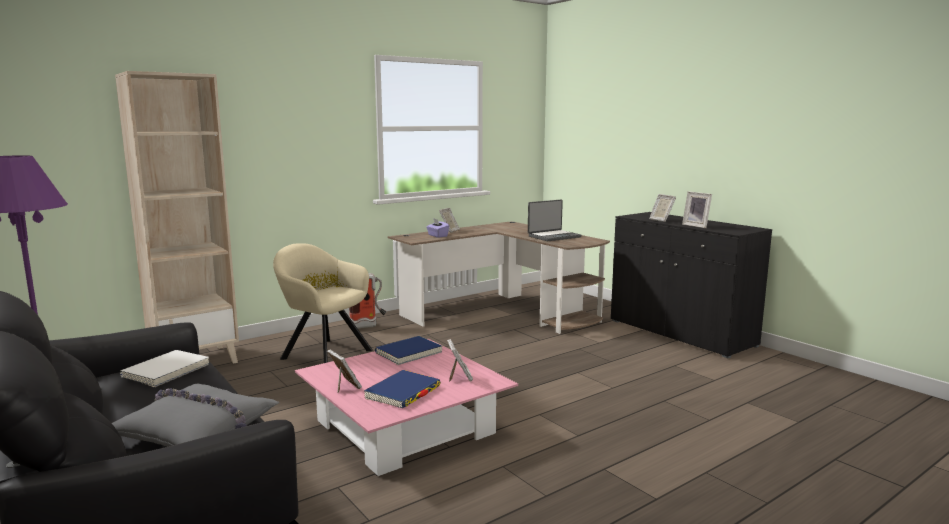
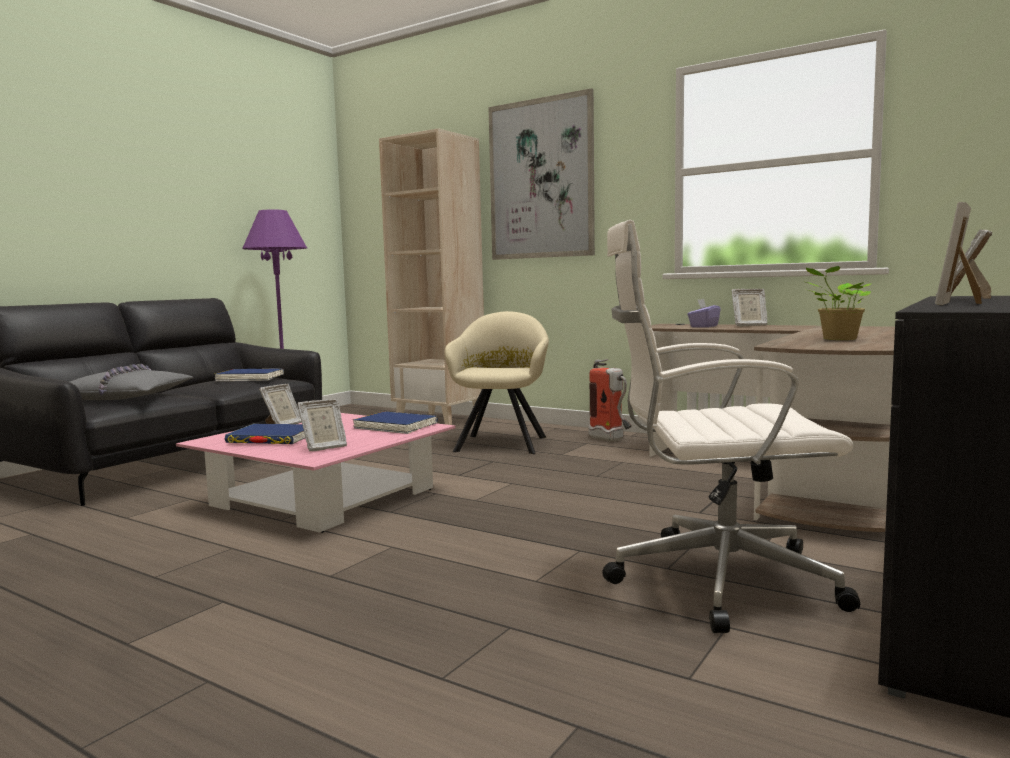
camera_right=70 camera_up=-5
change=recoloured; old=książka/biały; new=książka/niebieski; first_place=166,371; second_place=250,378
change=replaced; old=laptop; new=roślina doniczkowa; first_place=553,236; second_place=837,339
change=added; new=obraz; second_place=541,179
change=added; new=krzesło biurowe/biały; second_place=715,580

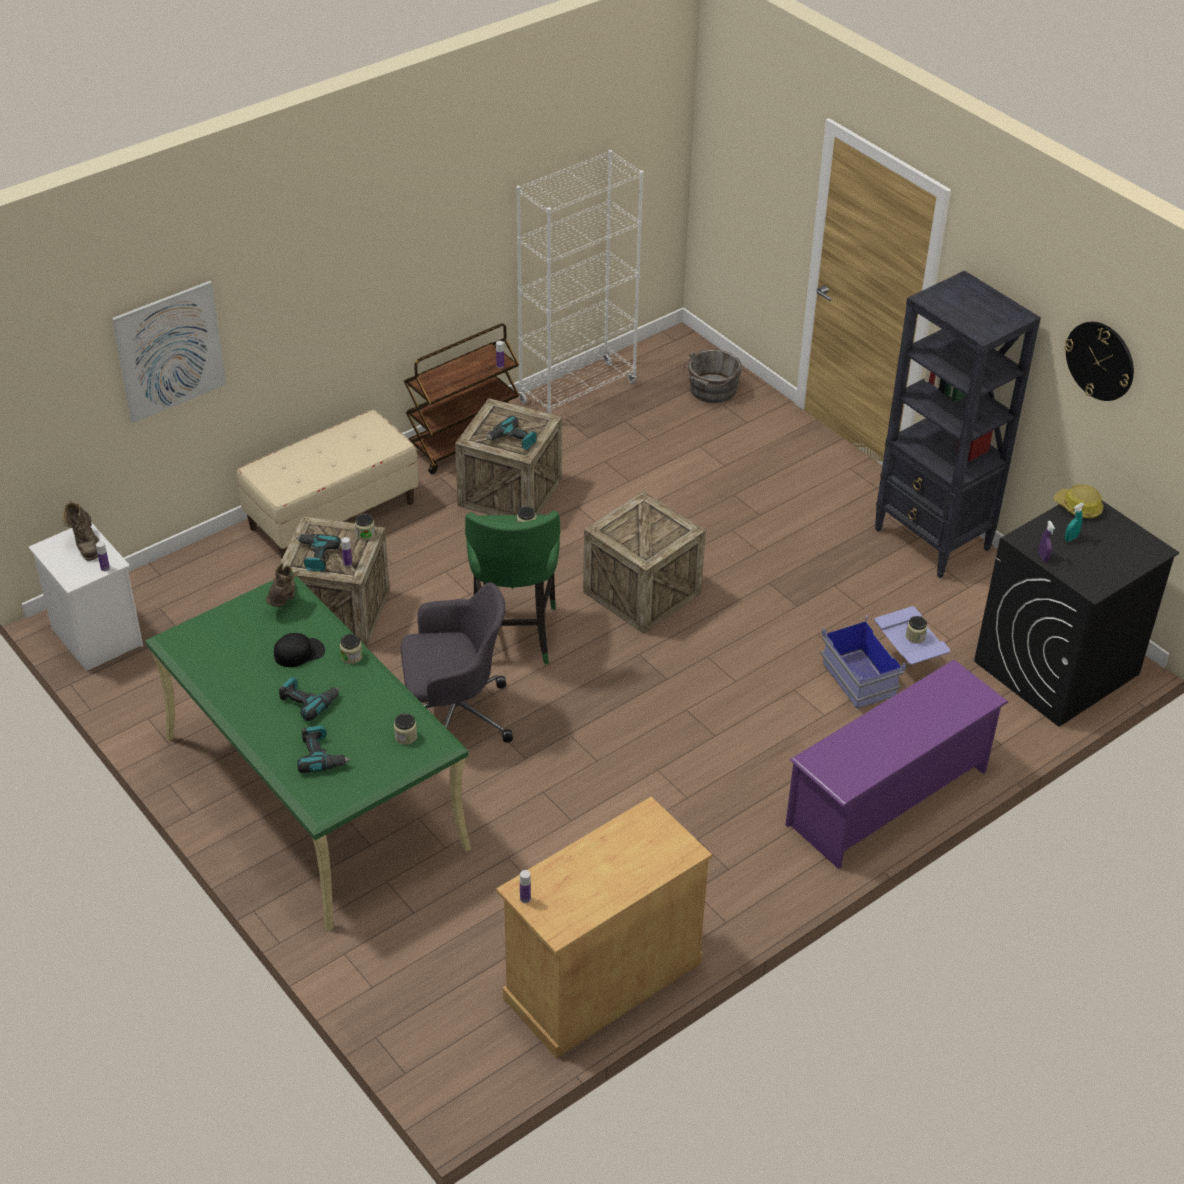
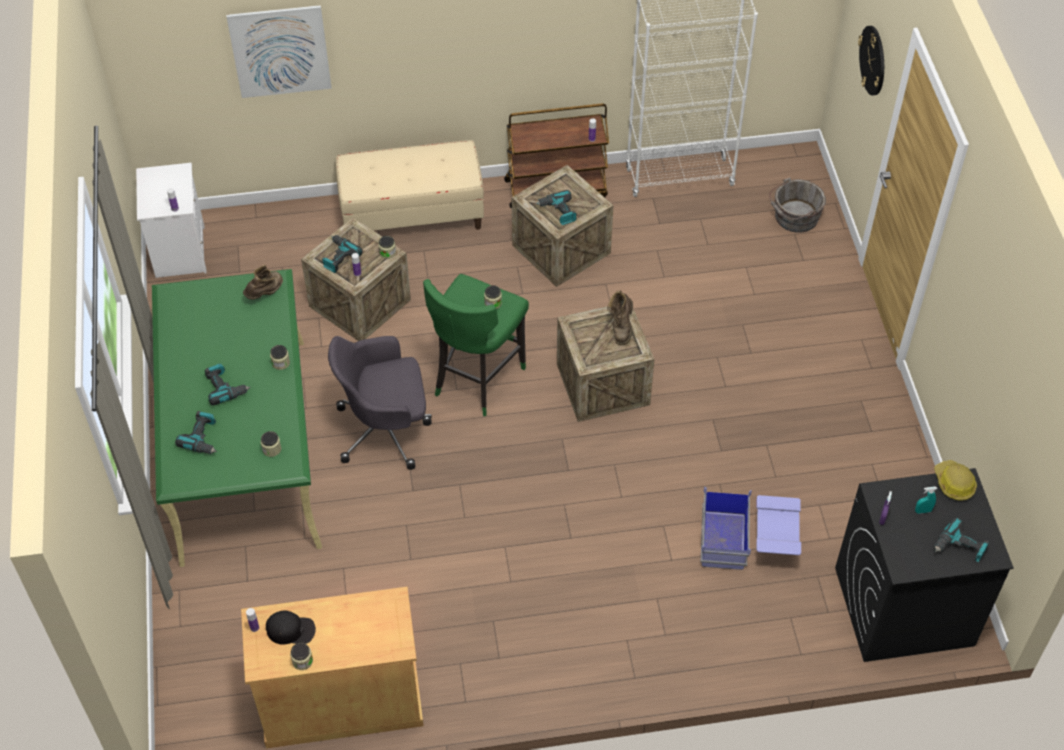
camera_right=30 camera_up=10
change=moved; old=but z cholewką/brązowy; first_place=86,545; second_place=621,327
change=moved; old=czapka z daszkiem/czarny; first_place=299,652; second_place=291,630
change=turned; old=krzesło biurowe/szary; first_place=454,715; second_place=385,429; degrees=150
change=removed; old=regał na buty/fioletowy; first_place=888,798
change=removed; old=regał/czarny; first_place=932,540
change=moved; old=słoik; first_place=915,637; second_place=302,661
change=moved; old=zegar ścienny; first_place=1100,360; second_place=873,60
change=added; new=wiertarka; second_place=959,548

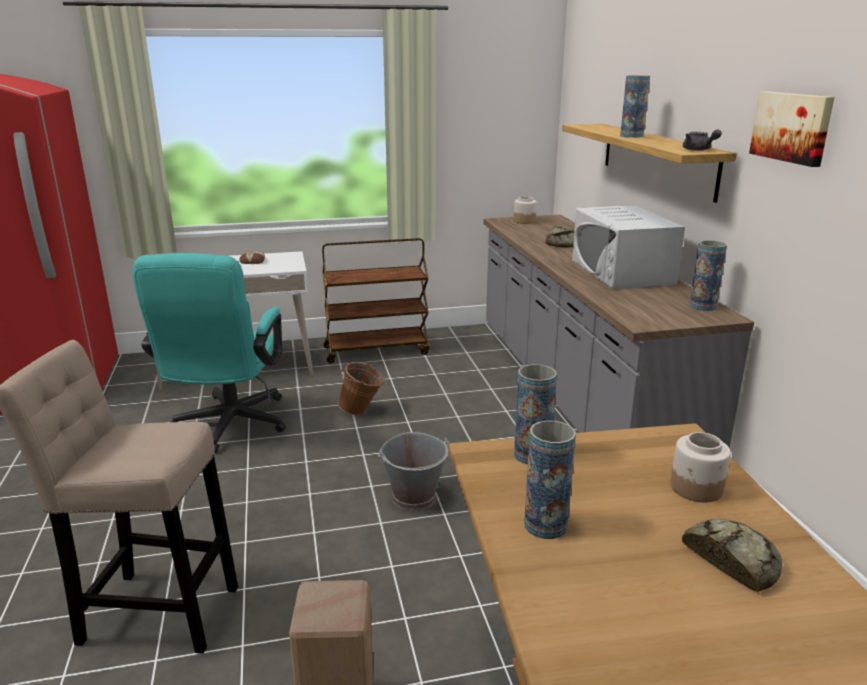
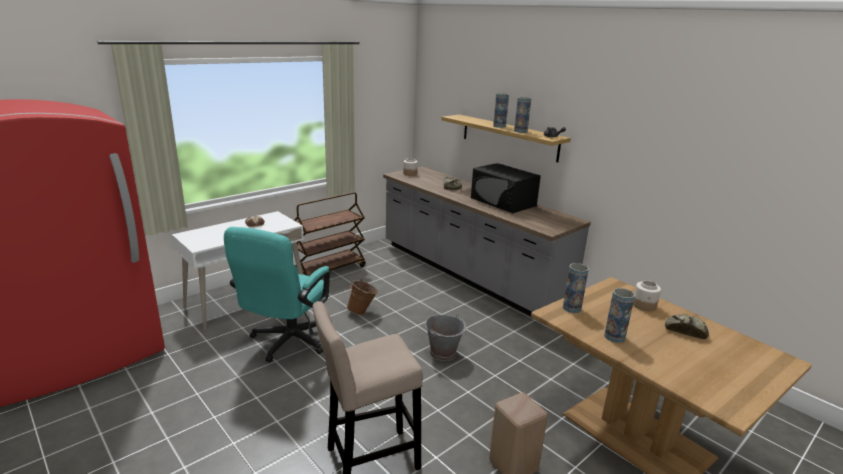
camera_right=-30 camera_up=0
change=turned; old=krzesło biurowe/turkusowy; first_place=228,427; second_place=287,343; degrees=45
change=recoloured; old=mikrofalówka/biały; new=mikrofalówka/czarny; first_place=621,272; second_place=503,202
change=moved; old=wazon; first_place=703,306; second_place=520,131
change=removed; old=obraz; first_place=792,127

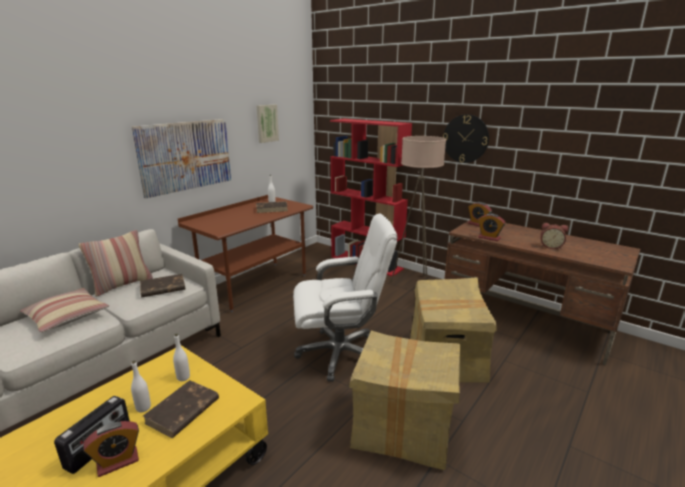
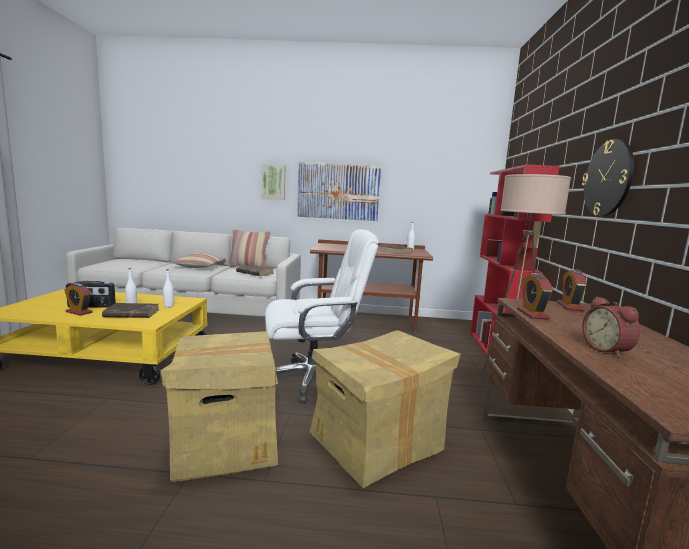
camera_right=55 camera_up=-10
change=moved; old=obraz; first_place=266,123; second_place=273,182
change=turned; old=krzesło biurowe/biały; first_place=340,353; second_place=313,379; degrees=-60

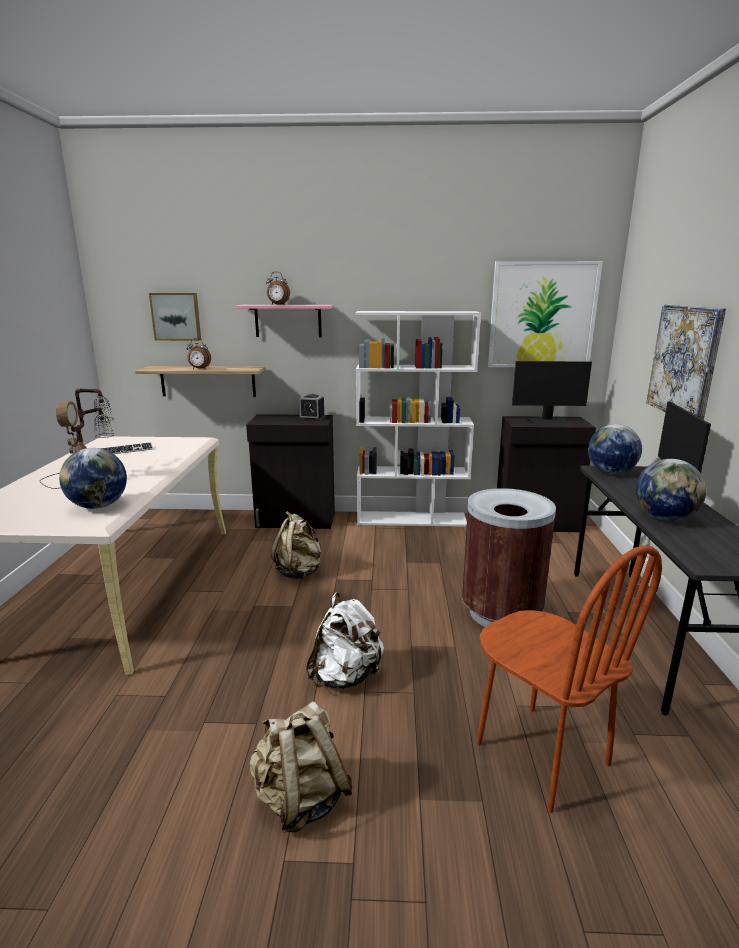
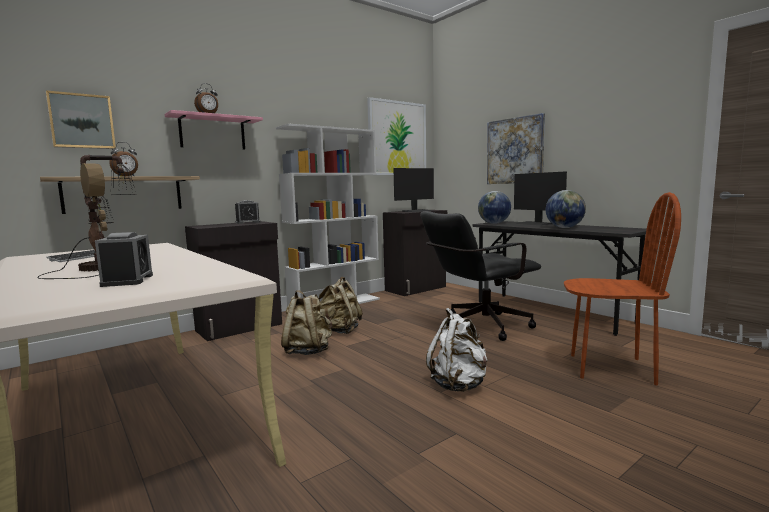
camera_right=-40 camera_up=-10
change=removed; old=globus; first_place=98,506
change=moved; old=plecak/beżowy; first_place=300,799; second_place=339,331
change=replaced; old=kosz na śmieci/brązowy; new=krzesło biurowe/czarny; first_place=501,613; second_place=478,327
change=added; new=budzik; second_place=127,280

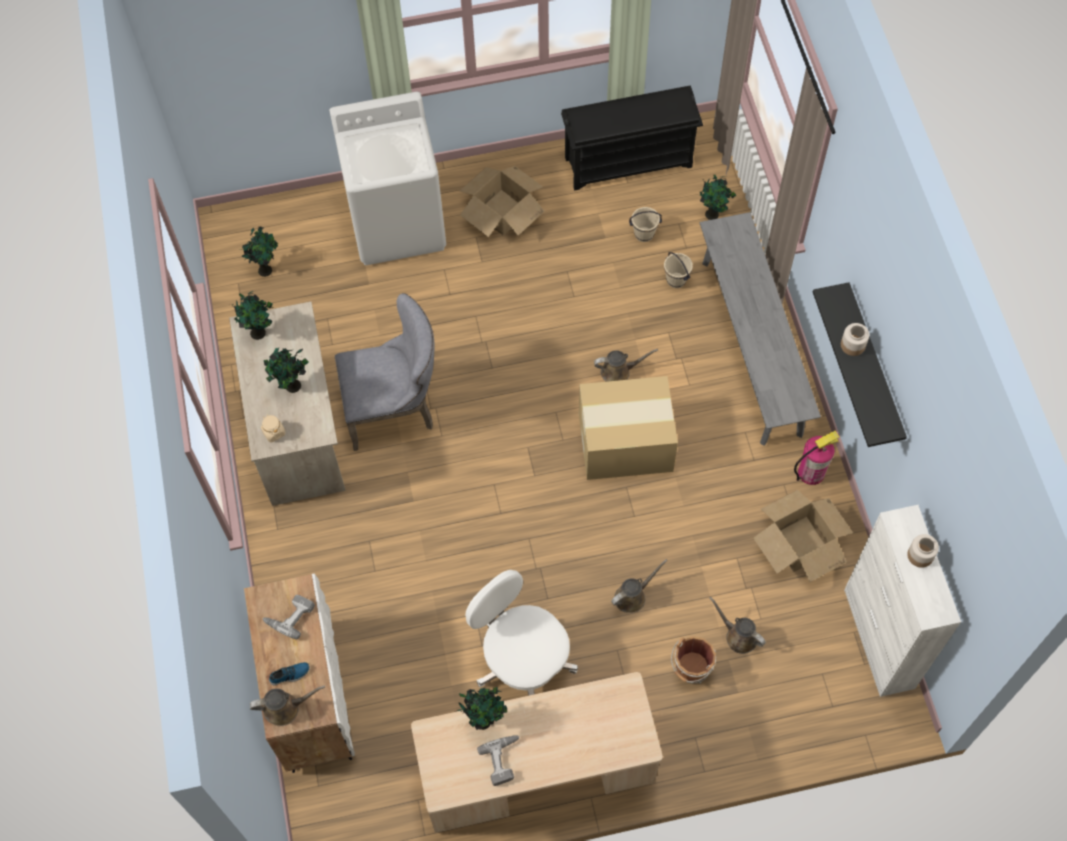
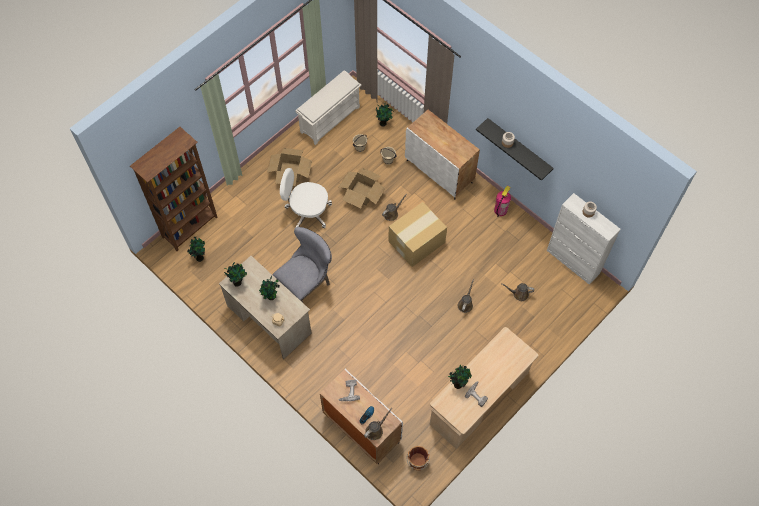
camera_right=-35 camera_up=0
change=removed; old=pralka/biały; first_place=397,223
change=moved; old=krzesło biurowe/biały; first_place=522,660; second_place=307,212
change=recoloured; old=regał na buty/czarny; new=regał na buty/biały; first_place=629,161; second_place=330,119
change=moved; old=wiadro/brązowy; first_place=691,669; second_place=417,462
change=replaced; old=ławka/szary; new=szafka/biały; first_place=751,347; second_place=439,171
change=moved; old=karton; first_place=800,543; second_place=362,193
change=added; new=regał/brązowy; second_place=190,227

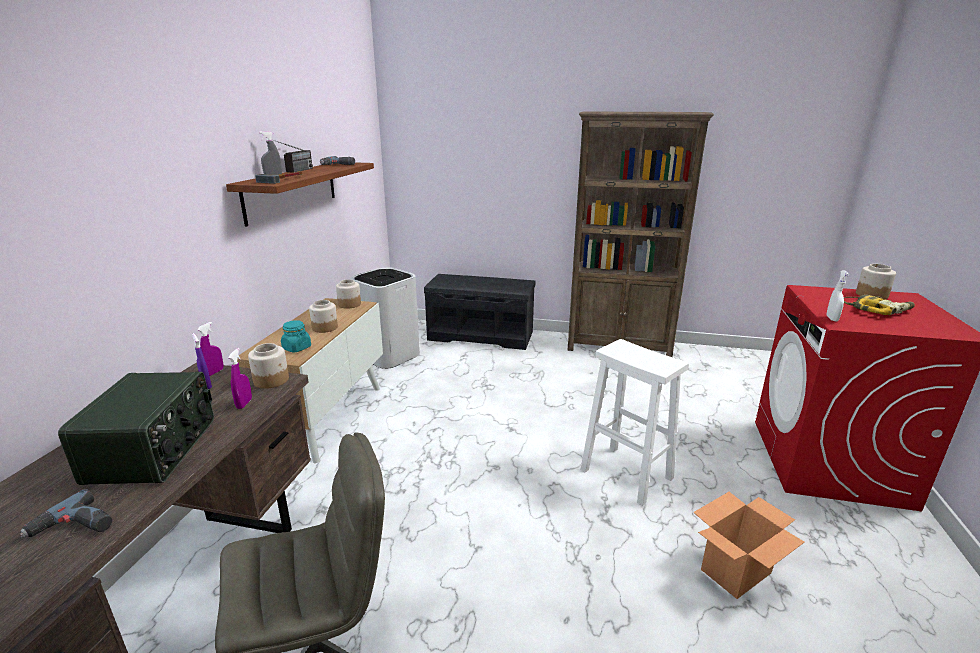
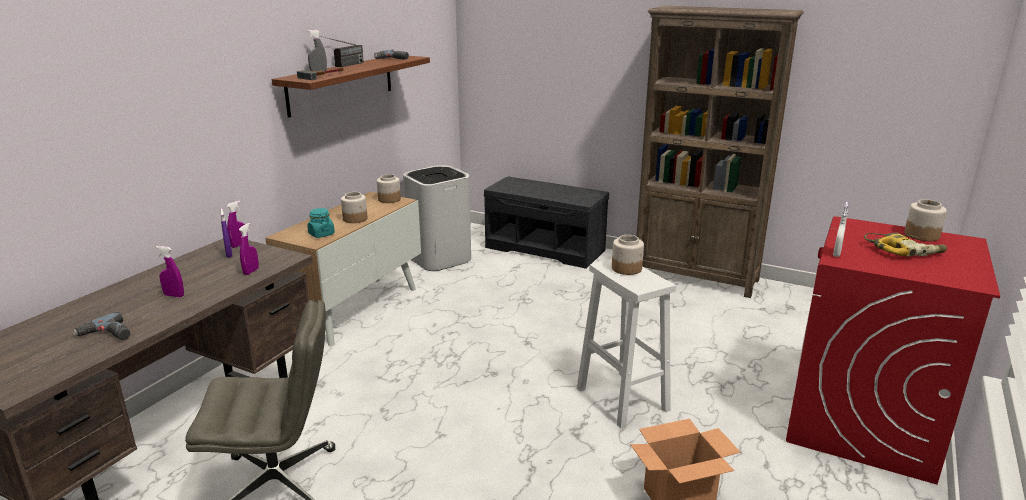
camera_right=15 camera_up=0
change=replaced; old=radio; new=spryskiwacz/fioletowy; first_place=155,450; second_place=174,295
change=moved; old=słoik; first_place=272,380; second_place=627,268

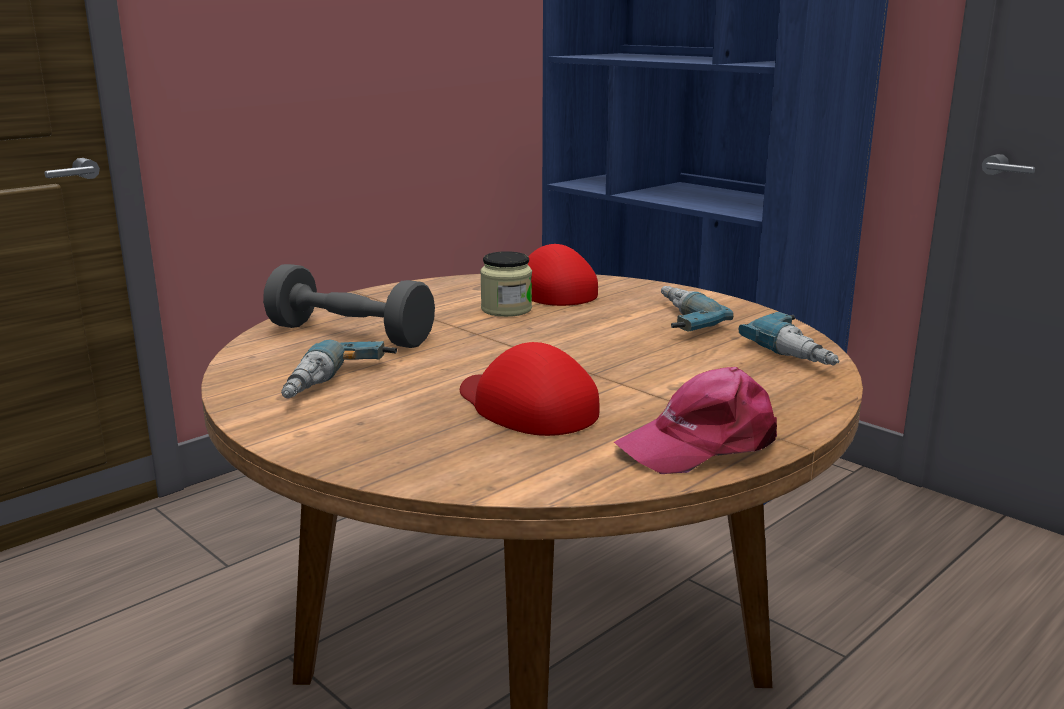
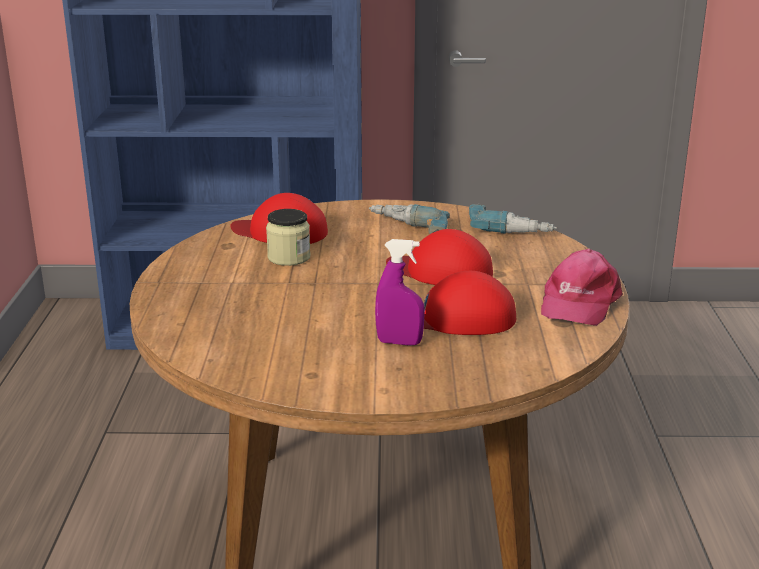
camera_right=-45 camera_up=5
change=removed; old=hantel/szary; first_place=350,335
change=removed; old=wiertarka; first_place=340,385
change=added; new=spryskiwacz/fioletowy; second_place=399,342
change=added; new=czapka z daszkiem/czerwony; second_place=440,271

